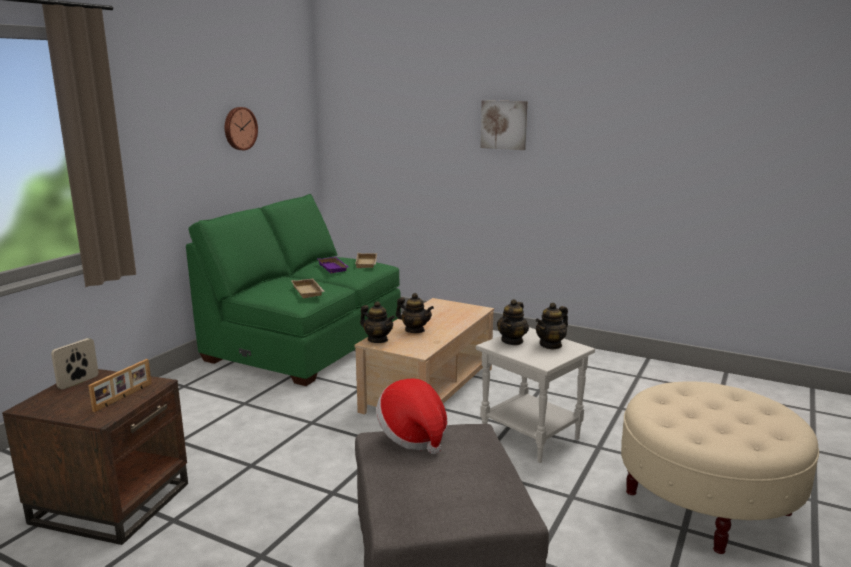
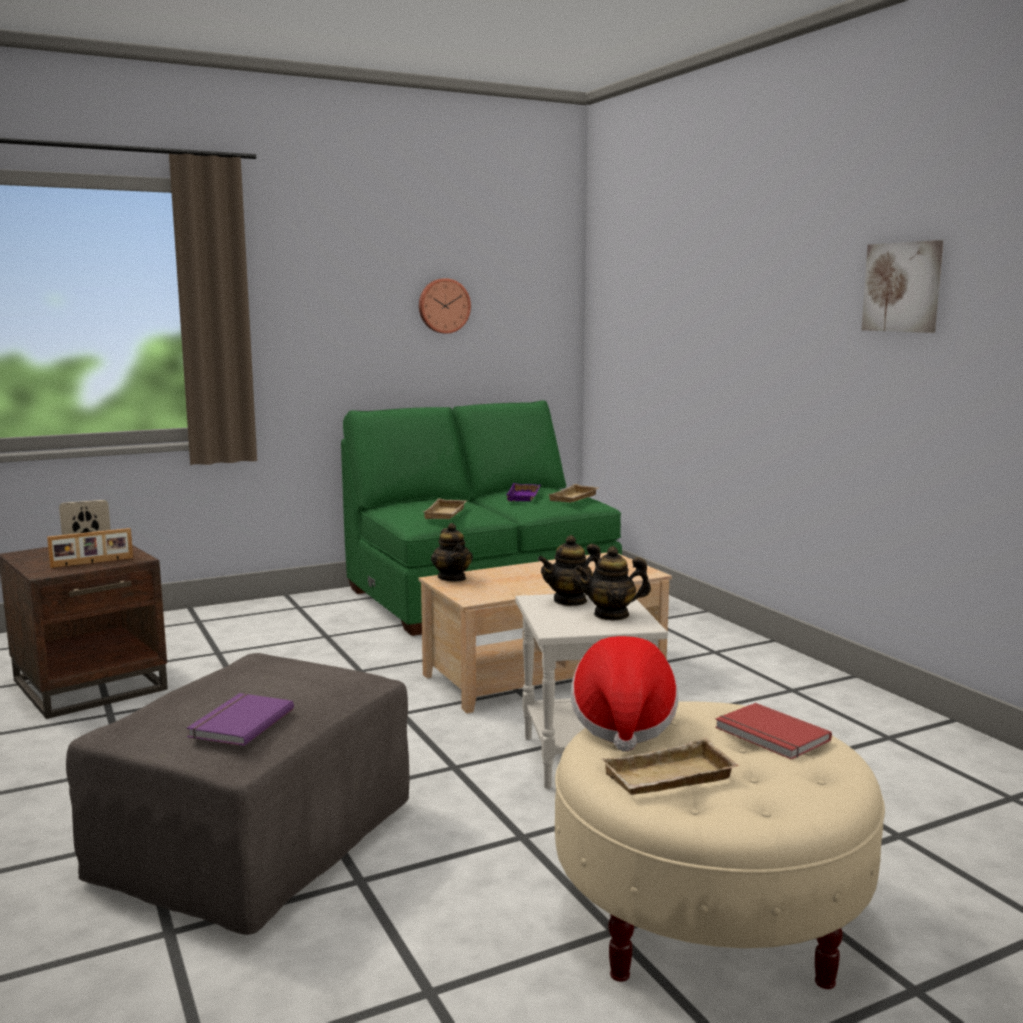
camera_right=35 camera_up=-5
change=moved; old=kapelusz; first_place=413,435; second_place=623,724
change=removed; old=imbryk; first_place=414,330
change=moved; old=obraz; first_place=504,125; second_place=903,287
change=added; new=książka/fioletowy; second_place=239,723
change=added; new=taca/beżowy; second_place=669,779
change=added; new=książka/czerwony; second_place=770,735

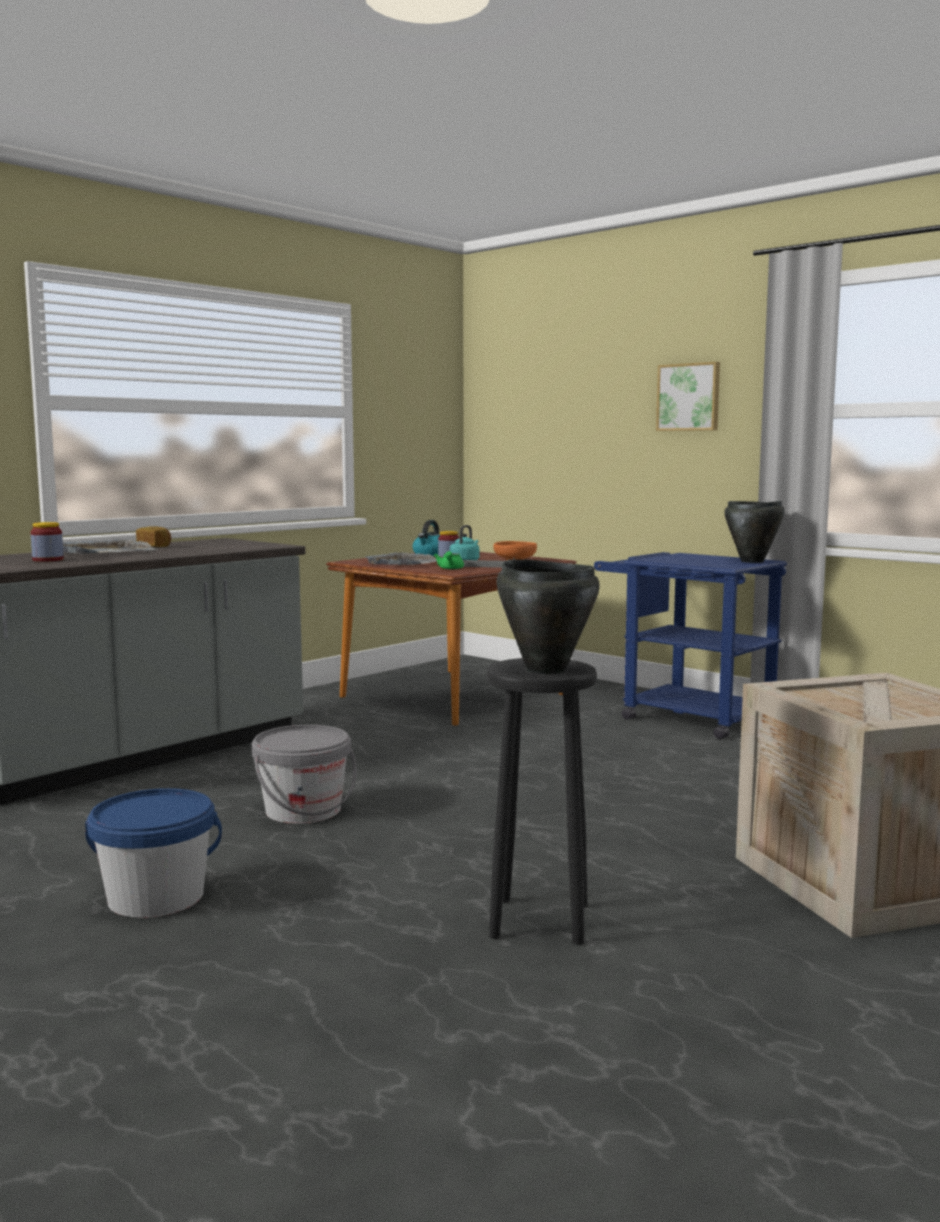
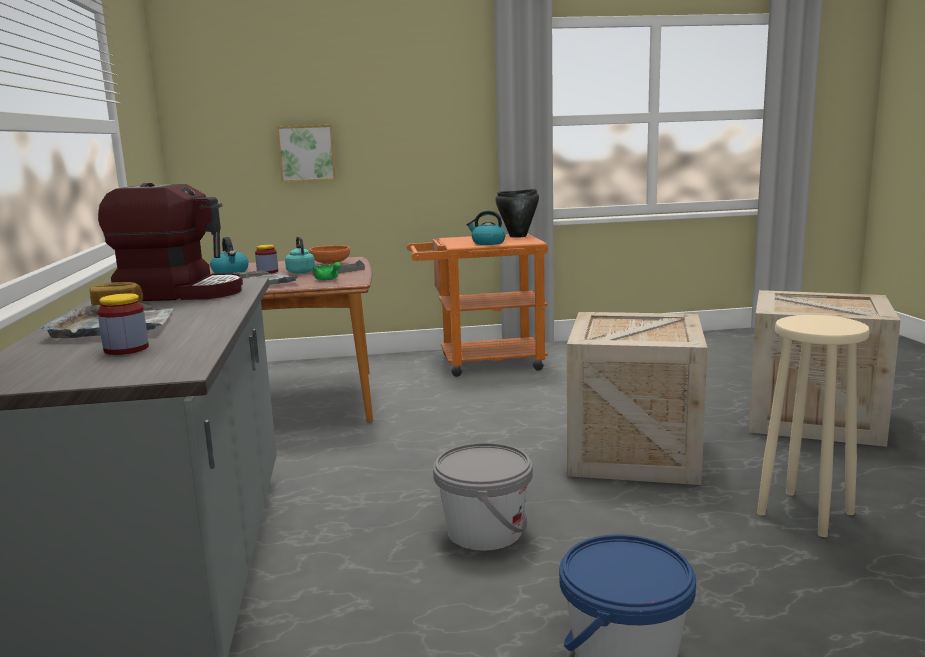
camera_right=-50 camera_up=5
change=recoloured; old=stołek/czarny; new=stołek/beżowy; first_place=539,921; second_place=806,514
change=removed; old=garnek/czarny; first_place=546,670
change=recoloured; old=wózek/niebieski; new=wózek/pomarańczowy; first_place=685,716; second_place=481,363
change=moved; old=obraz; first_place=689,397; second_place=306,153
change=added; new=ekspres do kawy; second_place=181,293
change=added; new=czajnik; second_place=487,243
change=added; new=skrzynka; second_place=635,453

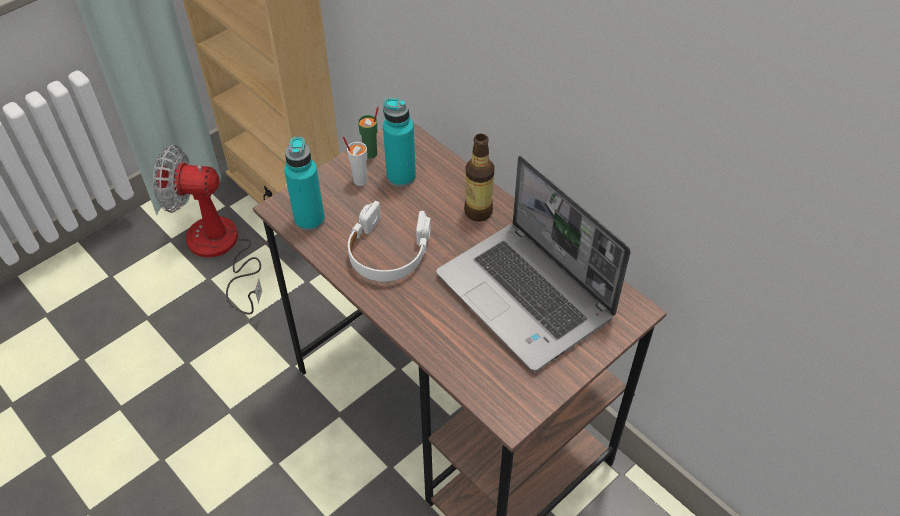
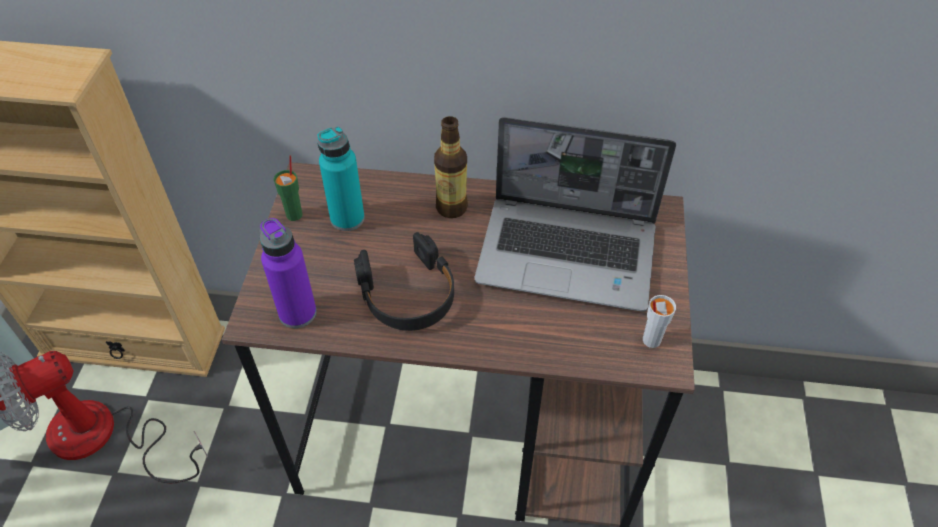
camera_right=-40 camera_up=0
change=recoloured; old=butelka/turkusowy; new=butelka/fioletowy; first_place=309,219; second_place=297,313
change=moved; old=filiżanka/biały; first_place=360,180; second_place=651,340
change=recoloured; old=słuchawki/biały; new=słuchawki/czarny; first_place=388,252; second_place=408,294

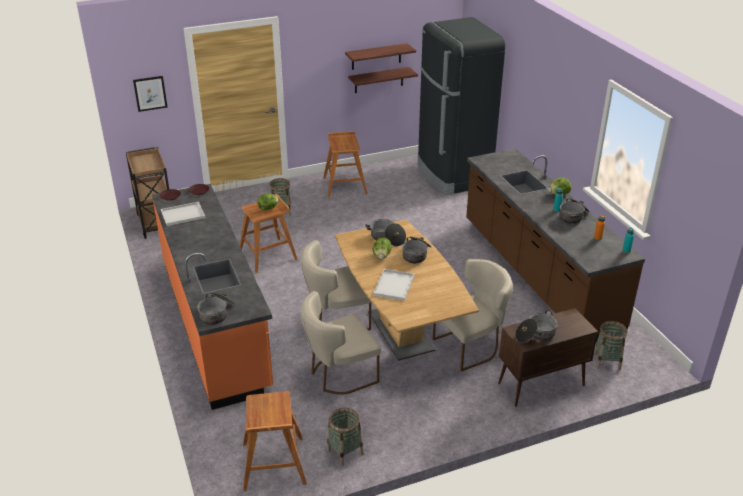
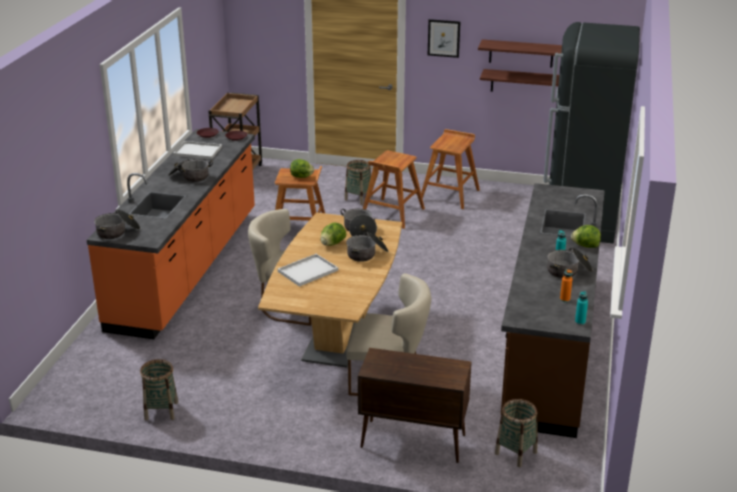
camera_right=35 camera_up=-5
change=moved; old=obraz; first_place=150,93; second_place=444,38
change=moved; old=stołek/brązowy; first_place=273,464; second_place=392,213
change=removed; old=krzesło/beżowy; first_place=339,375
change=moved; old=garnek; first_place=535,335; second_place=190,177

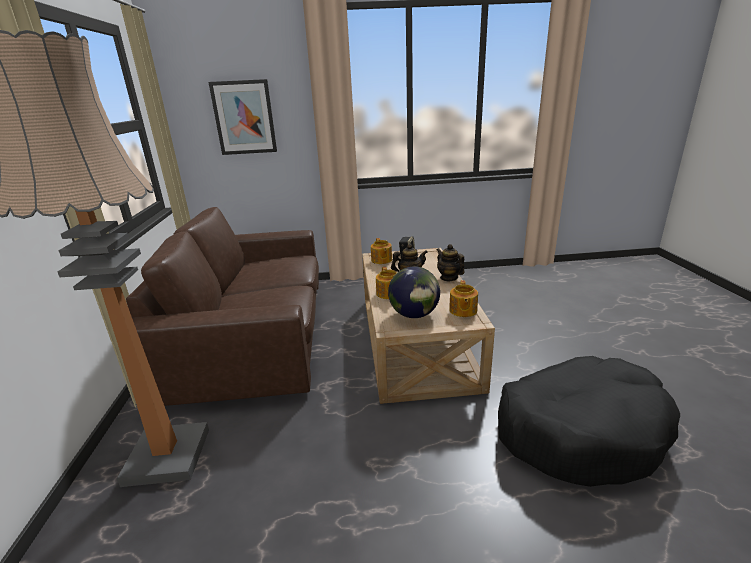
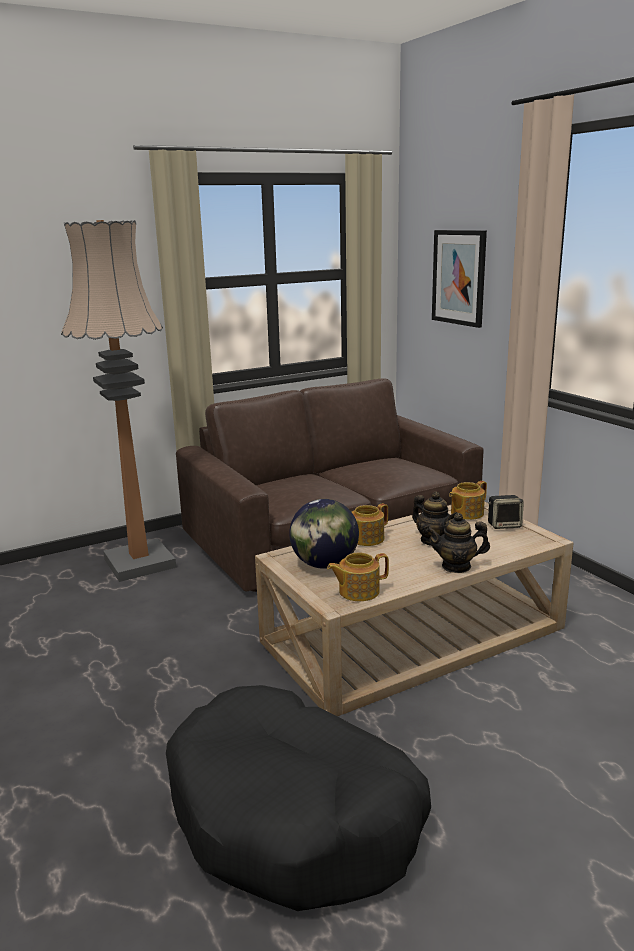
camera_right=65 camera_up=-5
change=turned; old=imbryk; first_place=449,278; second_place=456,566; degrees=-120

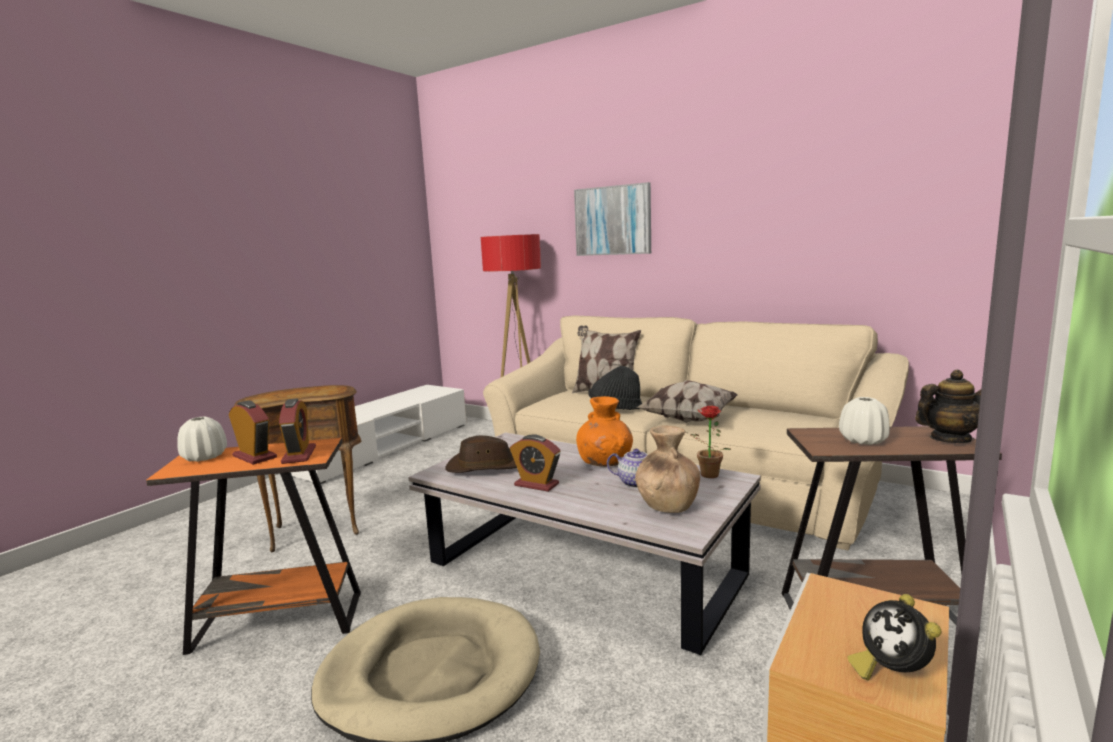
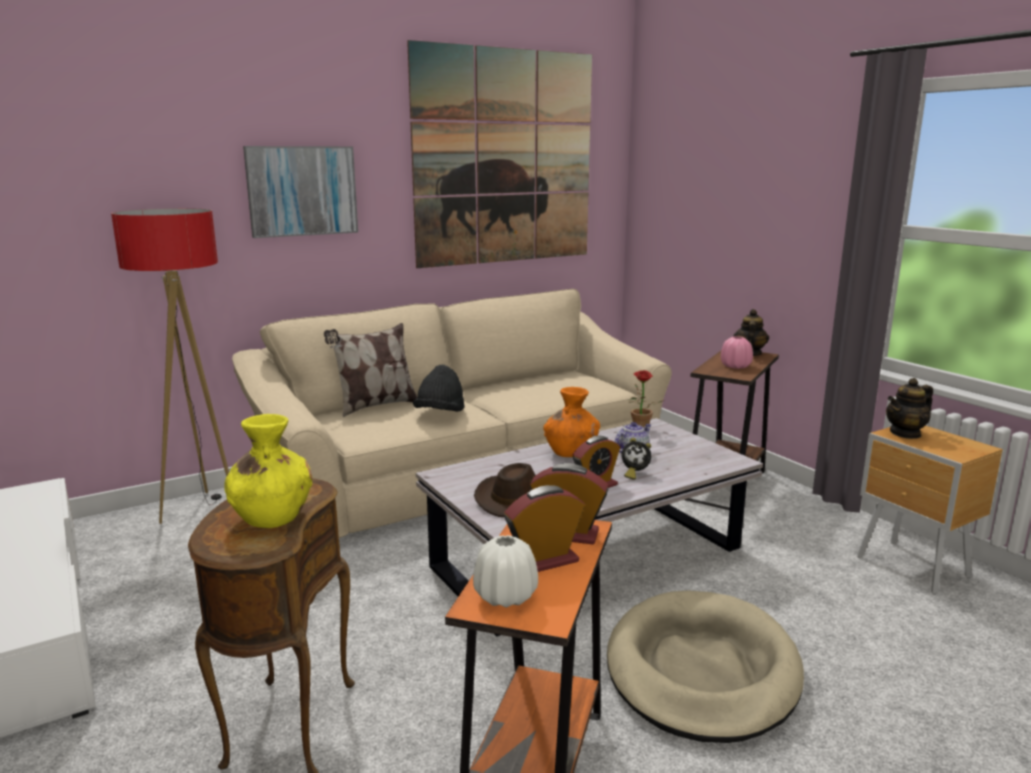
camera_right=-65 camera_up=5
change=removed; old=wazon/brązowy; first_place=667,505
change=removed; old=poduszka; first_place=688,419
change=recoloured; old=wazon/biały; new=wazon/różowy; first_place=863,441; second_place=735,366
change=moved; old=budzik; first_place=891,672; second_place=634,474
change=added; new=wazon/żółty; second_place=272,516
change=added; new=obraz; second_place=505,158
change=added; new=imbryk; second_place=905,433

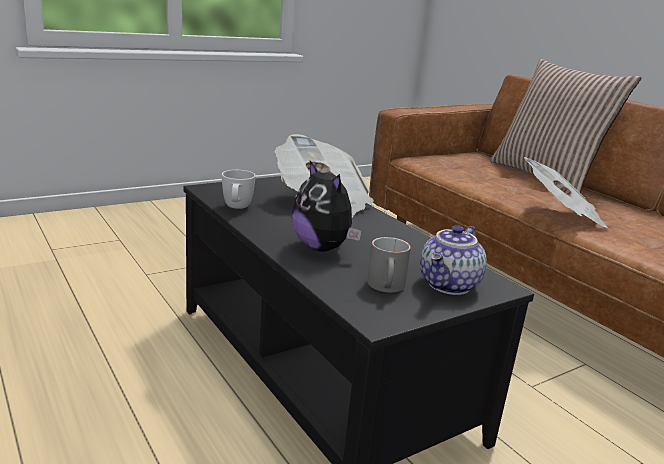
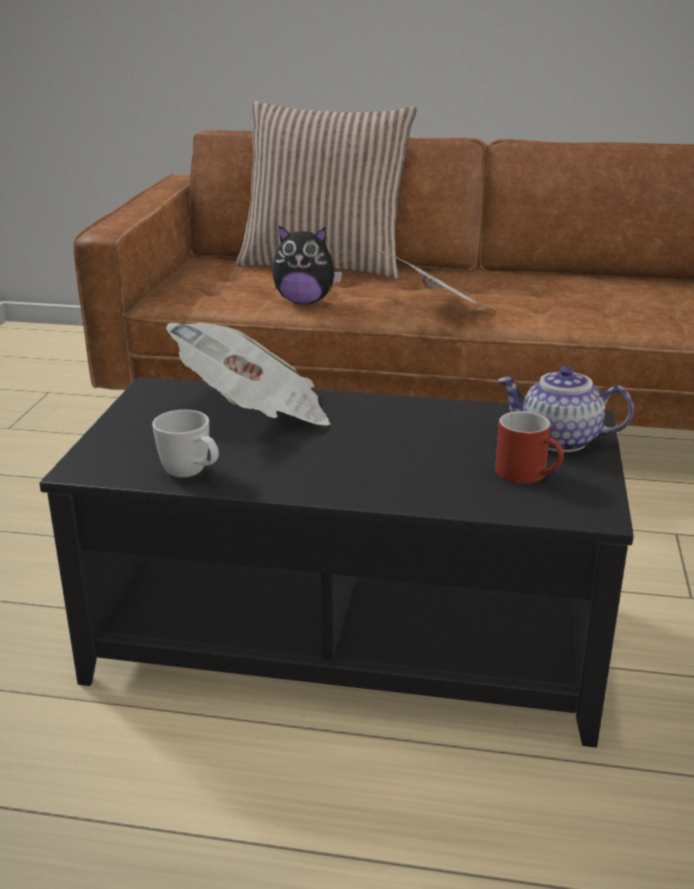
camera_right=-45 camera_up=5
change=moved; old=pluszak; first_place=323,248; second_place=304,302
change=recoloured; old=kubek/szary; new=kubek/czerwony; first_place=387,287; second_place=529,475
change=turned; old=imbryk; first_place=450,285; second_place=558,441; degrees=120

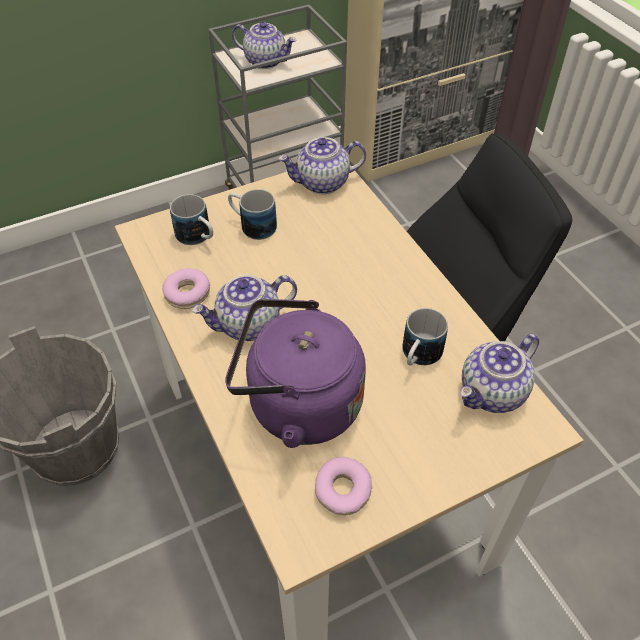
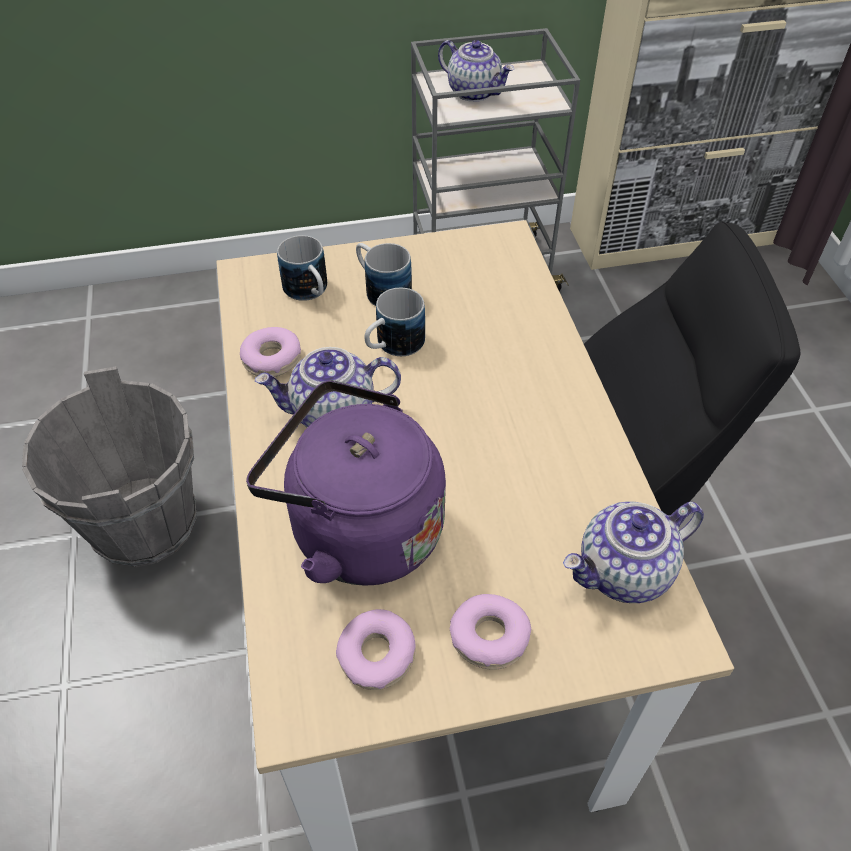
camera_right=15 camera_up=0
change=removed; old=imbryk; first_place=322,183
change=moved; old=kubek; first_place=418,357; second_place=393,346
change=added; new=donut; second_place=489,637

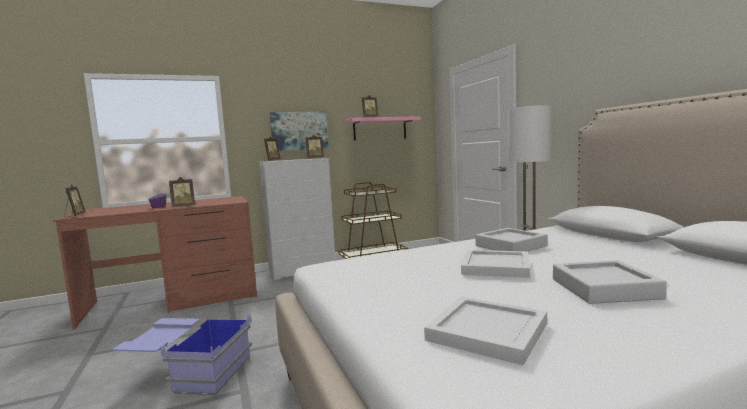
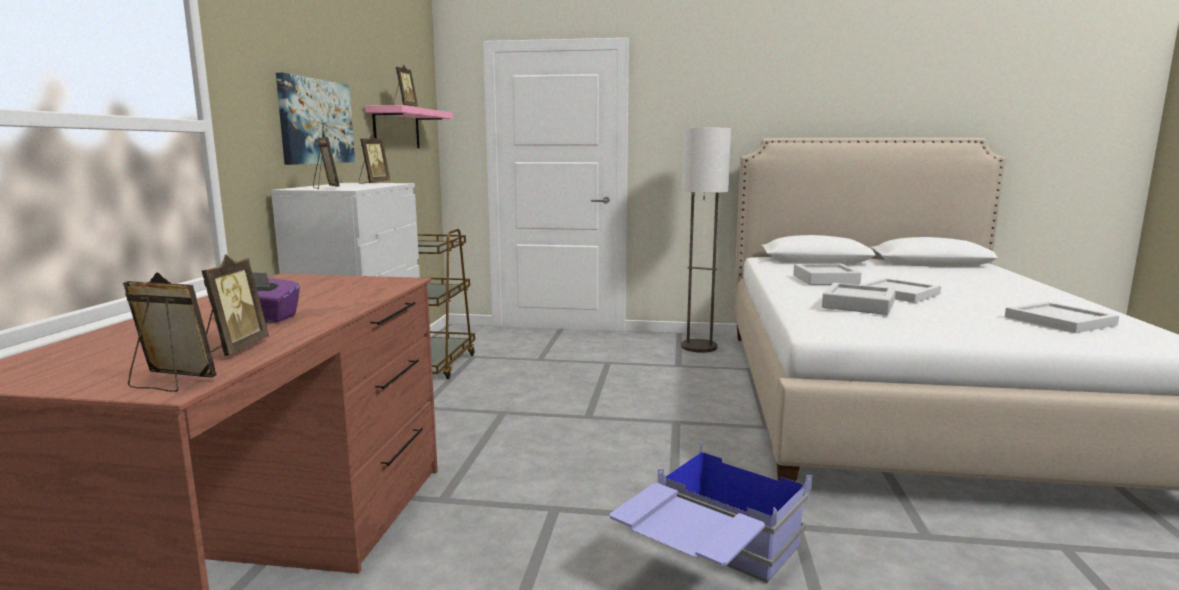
camera_right=-60 camera_up=5
change=moved; old=ramka na zdjęcie; first_place=183,207; second_place=234,349
change=moved; old=taca/szary; first_place=604,288; second_place=858,305

